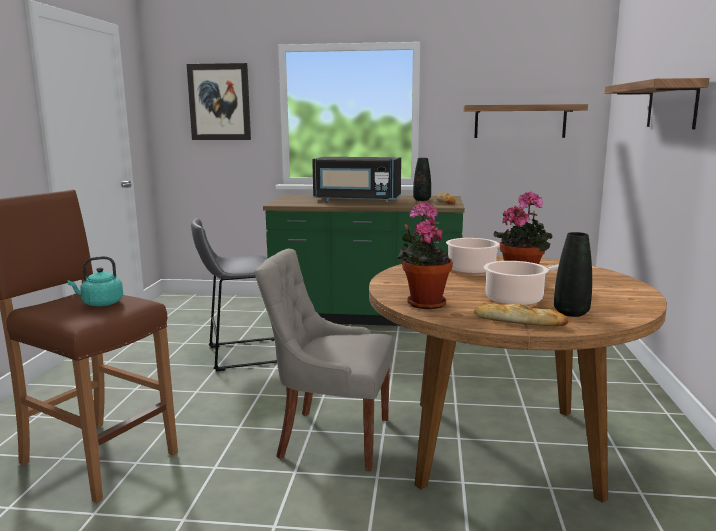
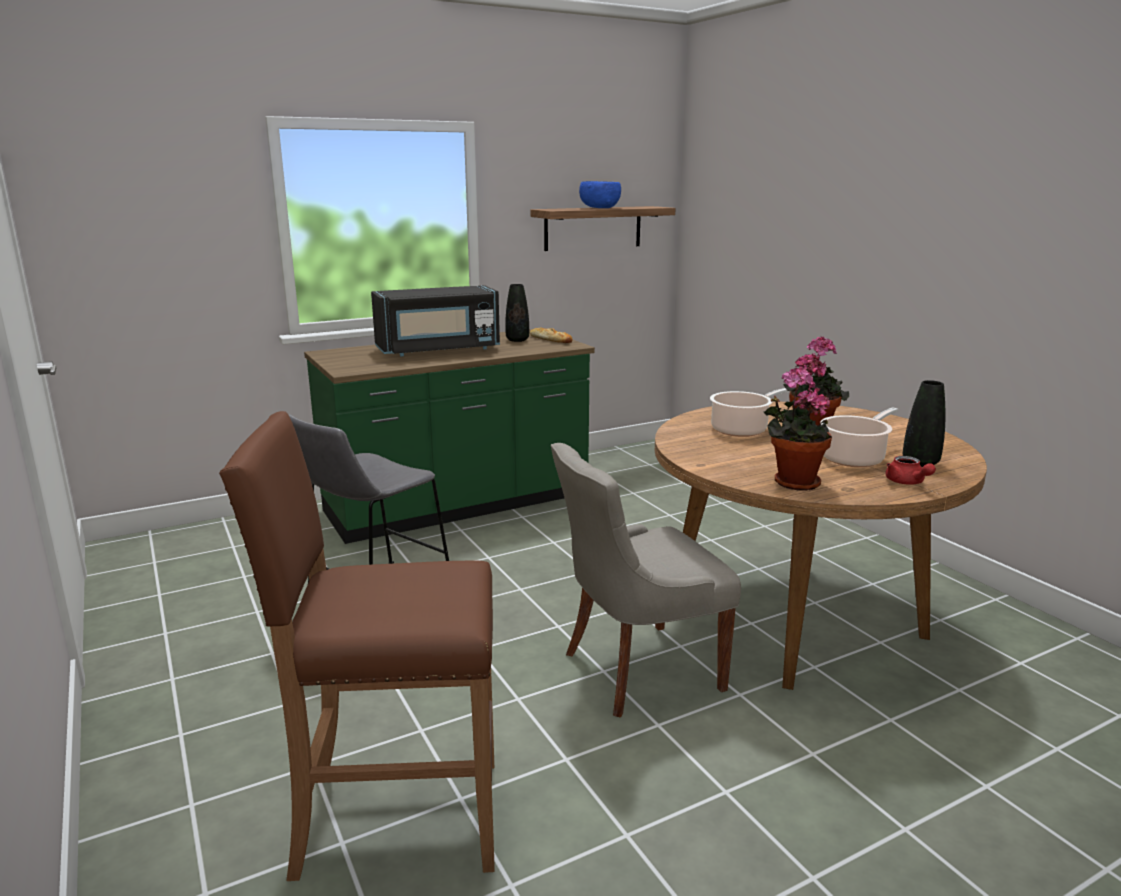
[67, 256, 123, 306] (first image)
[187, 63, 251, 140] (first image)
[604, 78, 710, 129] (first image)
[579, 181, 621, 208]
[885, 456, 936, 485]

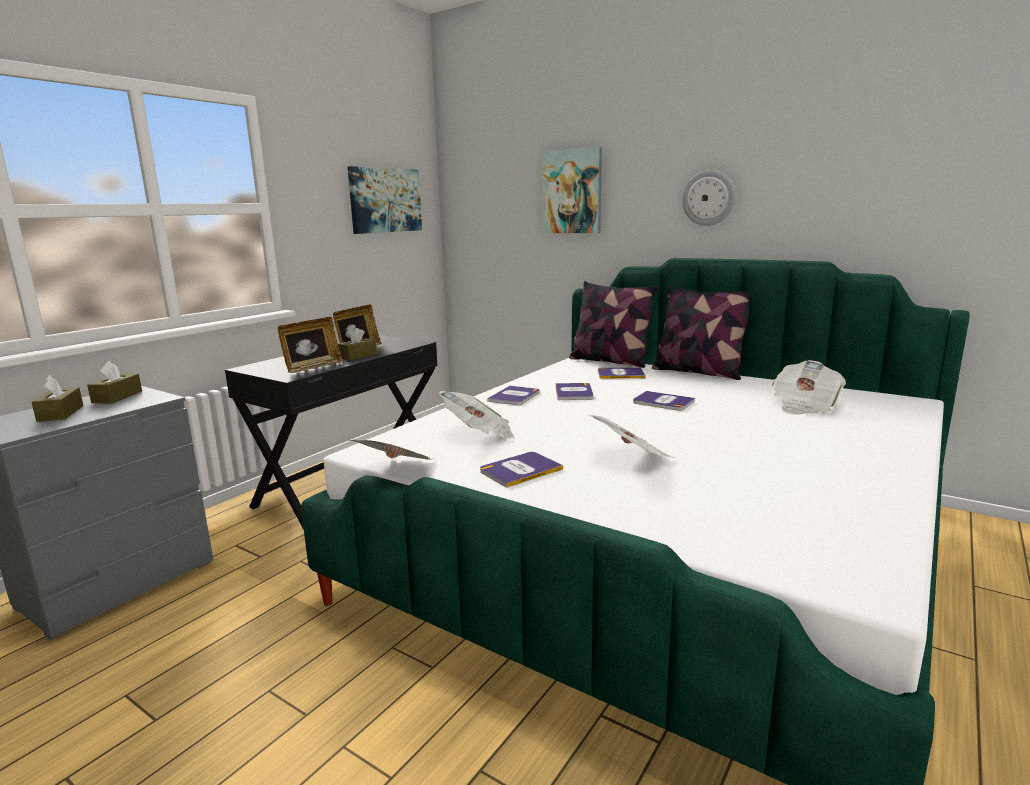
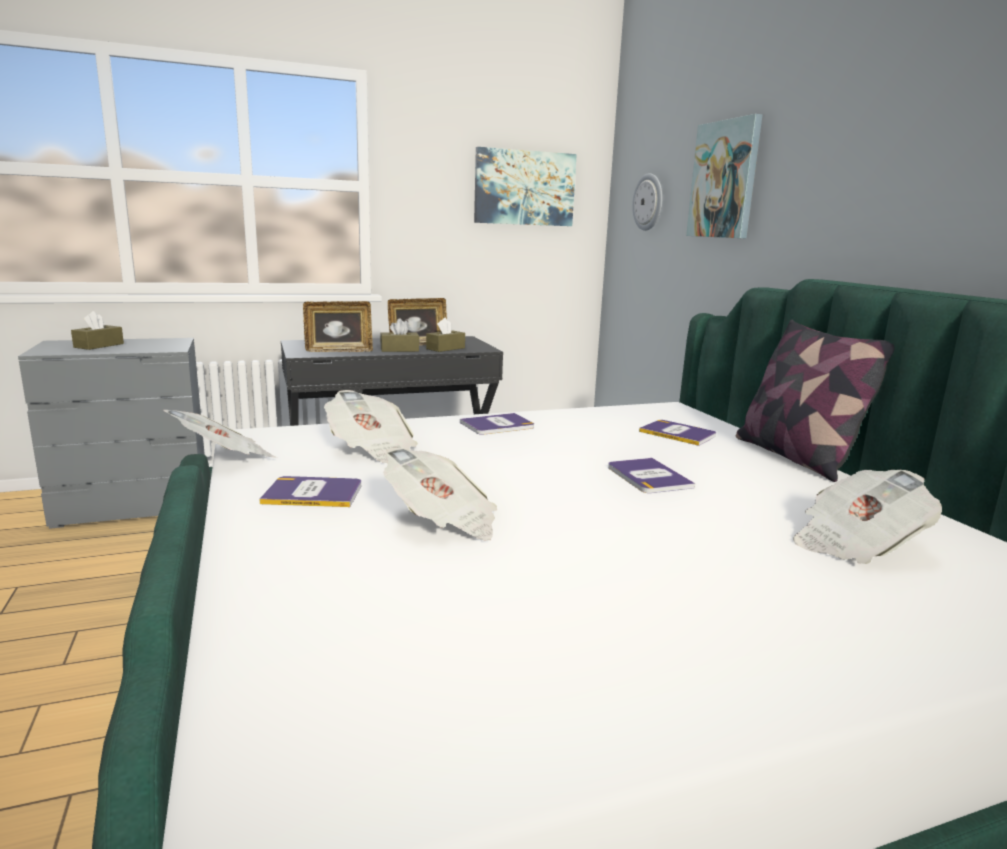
[555, 383, 594, 400] (first image)
[569, 281, 659, 368] (first image)
[426, 318, 465, 352]
[632, 173, 662, 231]

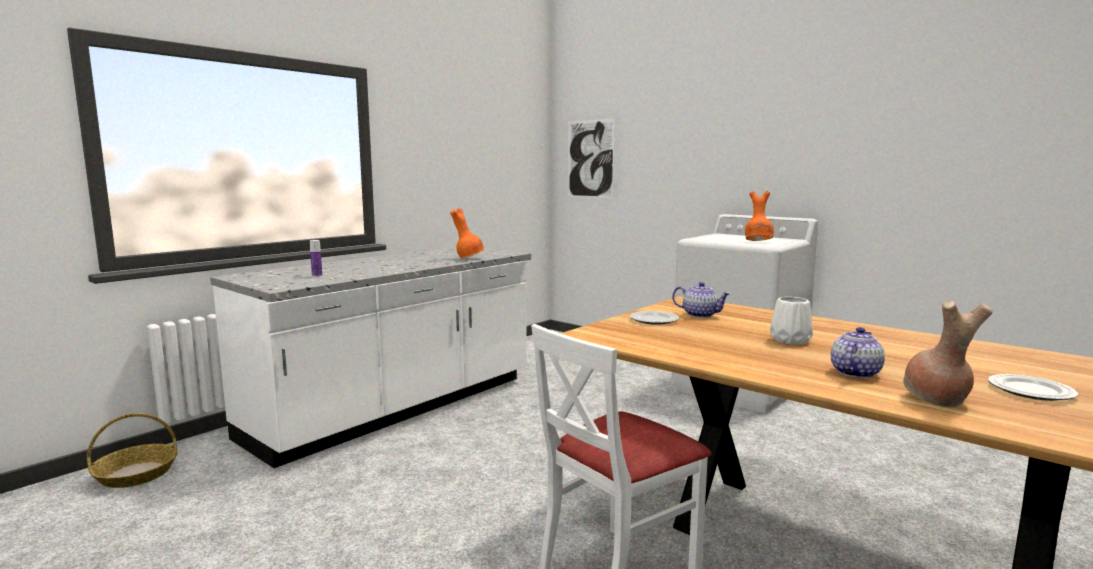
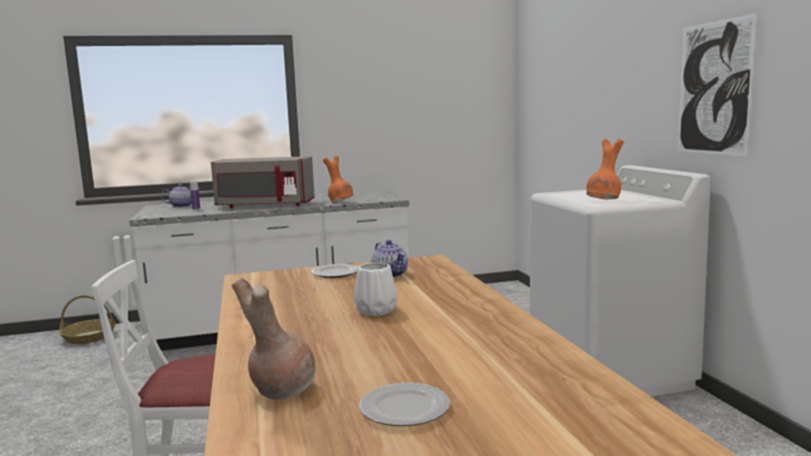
[211, 156, 315, 208]
[678, 13, 757, 156]
[161, 184, 200, 207]

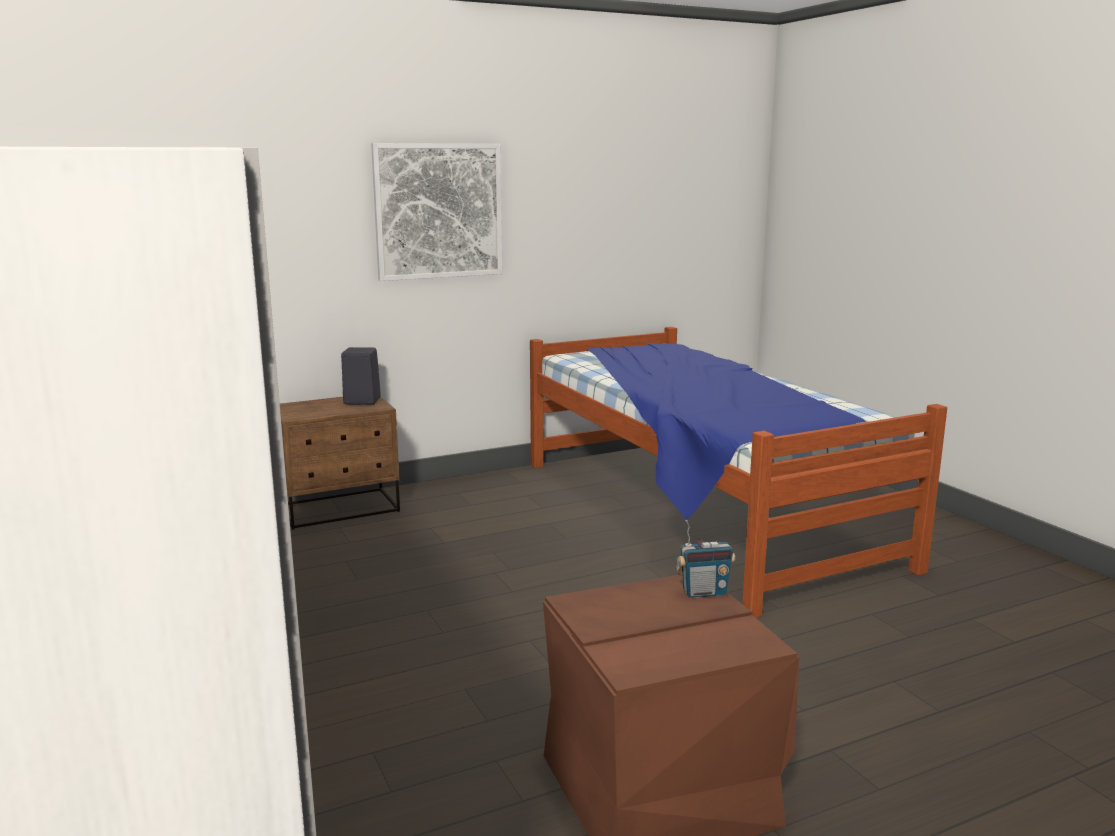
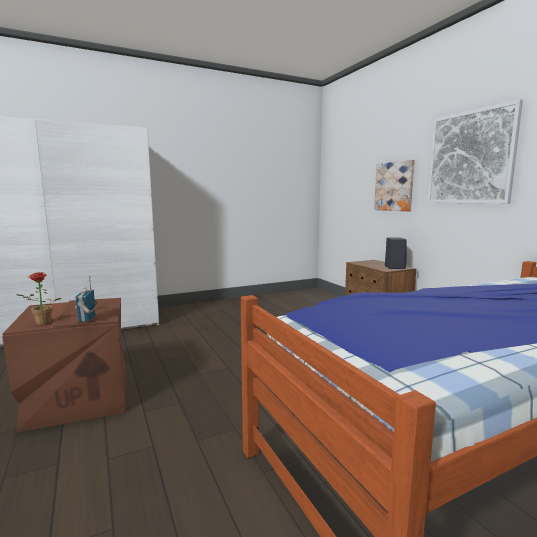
[16, 272, 62, 325]
[374, 160, 415, 211]

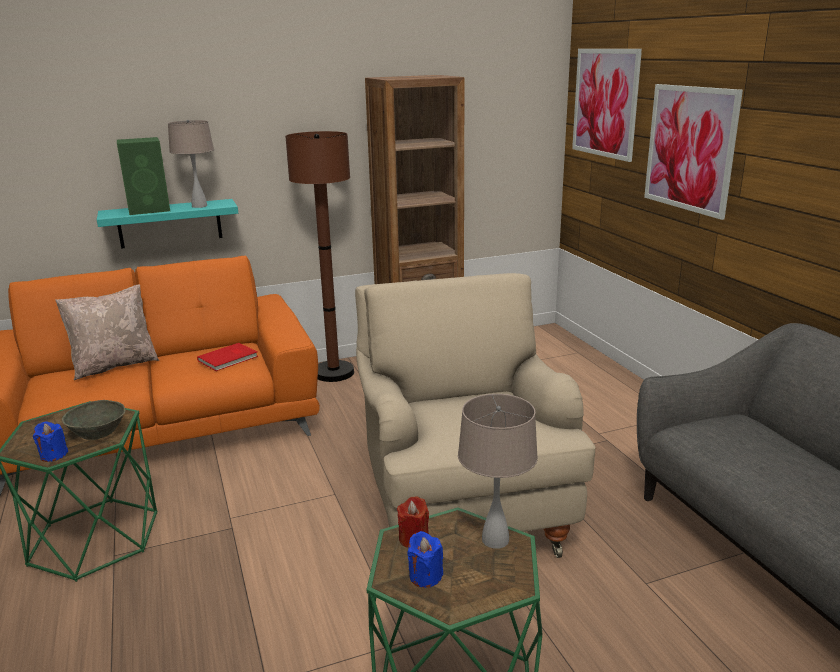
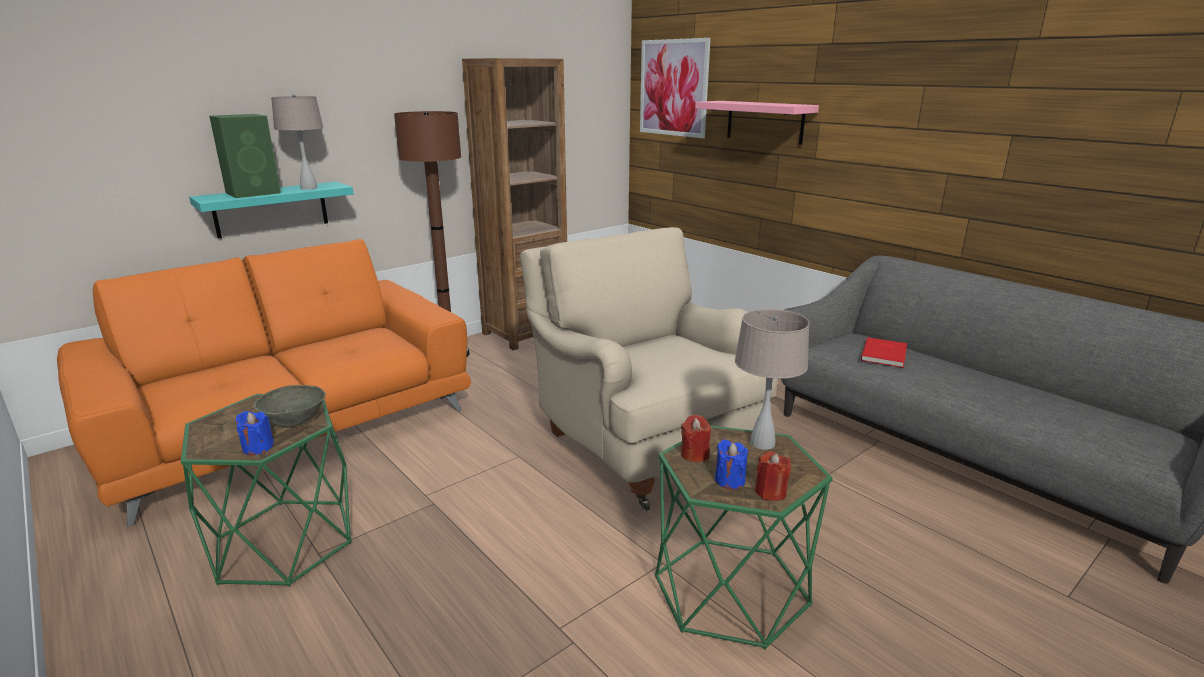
[55, 285, 159, 380] (first image)
[755, 451, 791, 501]
[861, 337, 907, 368]
[696, 101, 819, 145]

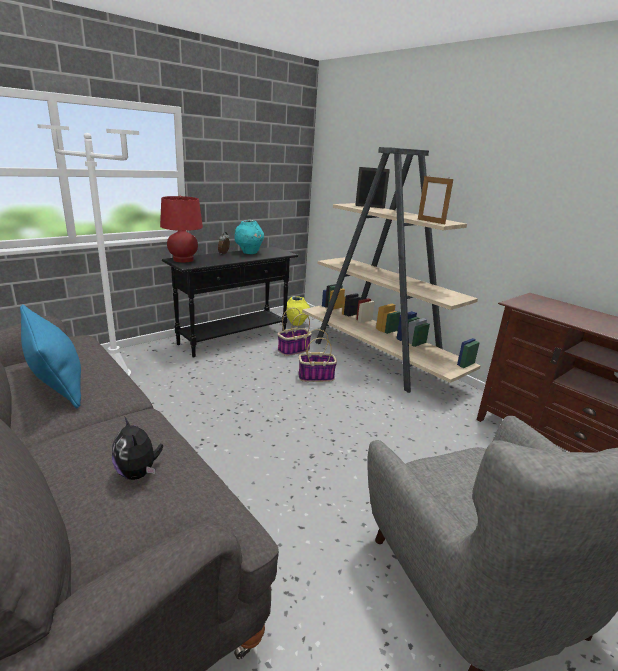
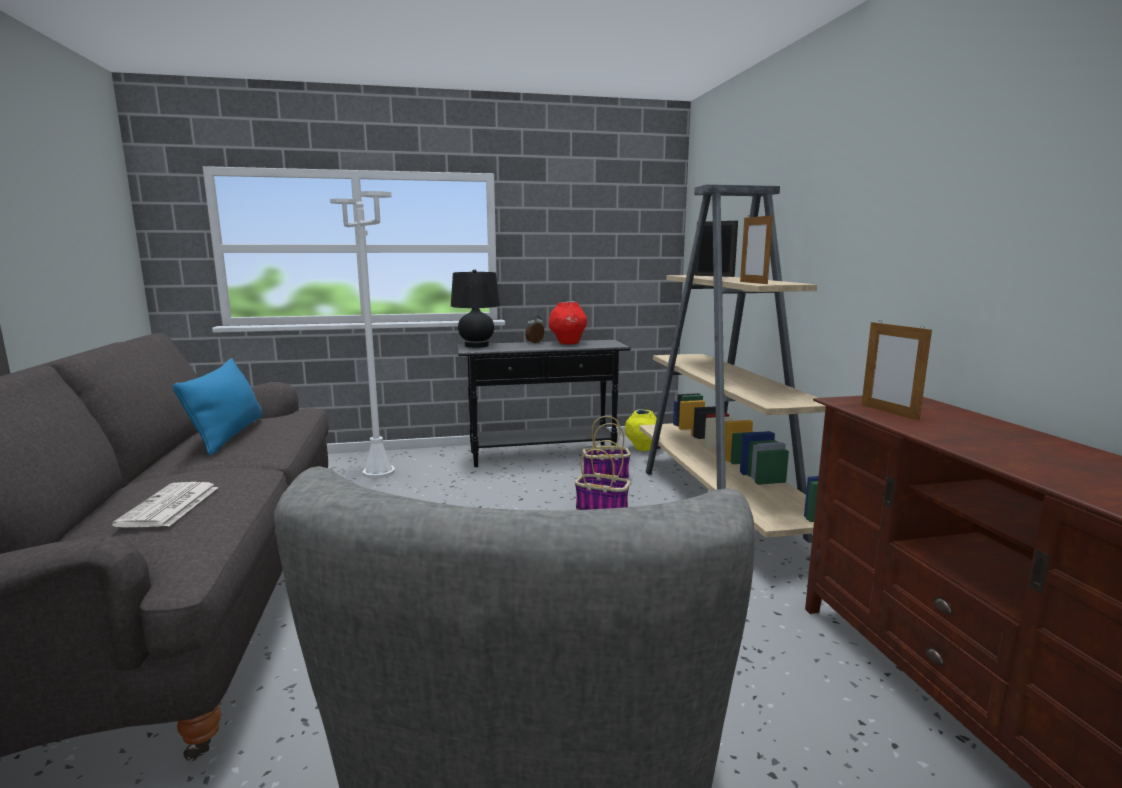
[862, 320, 932, 421]
[112, 482, 218, 527]
[451, 269, 500, 348]
[549, 301, 588, 344]

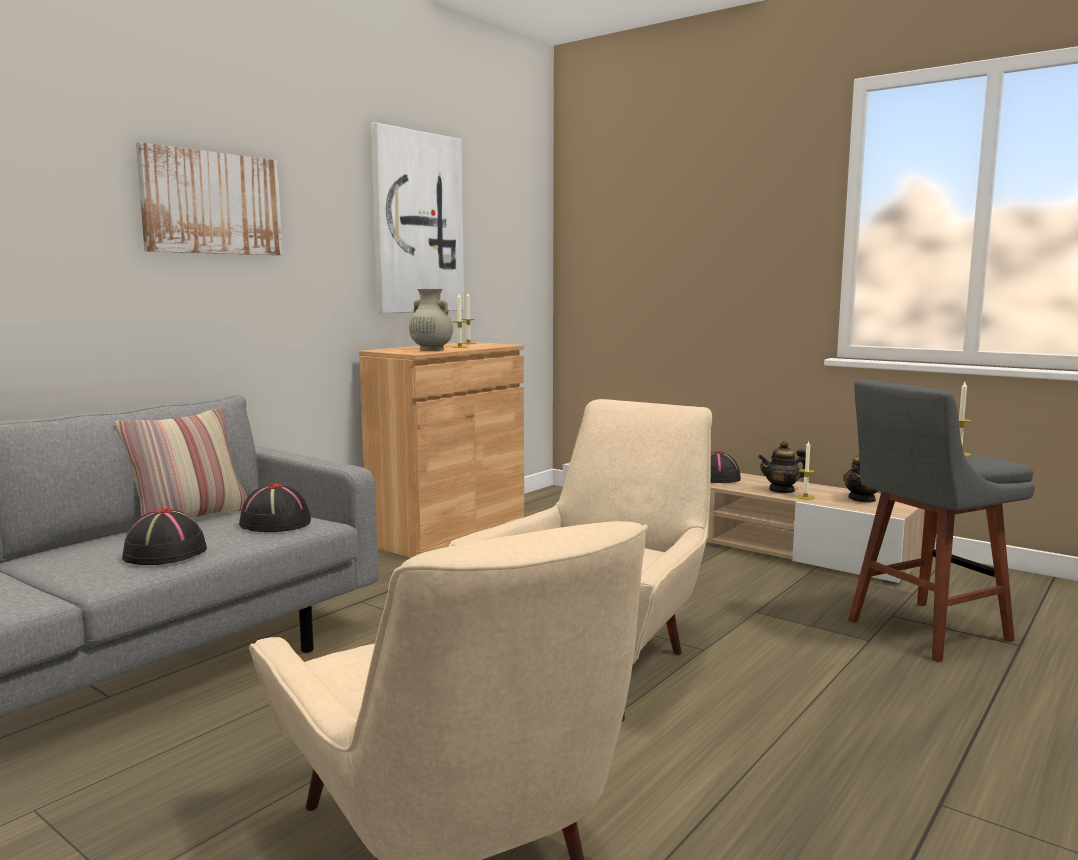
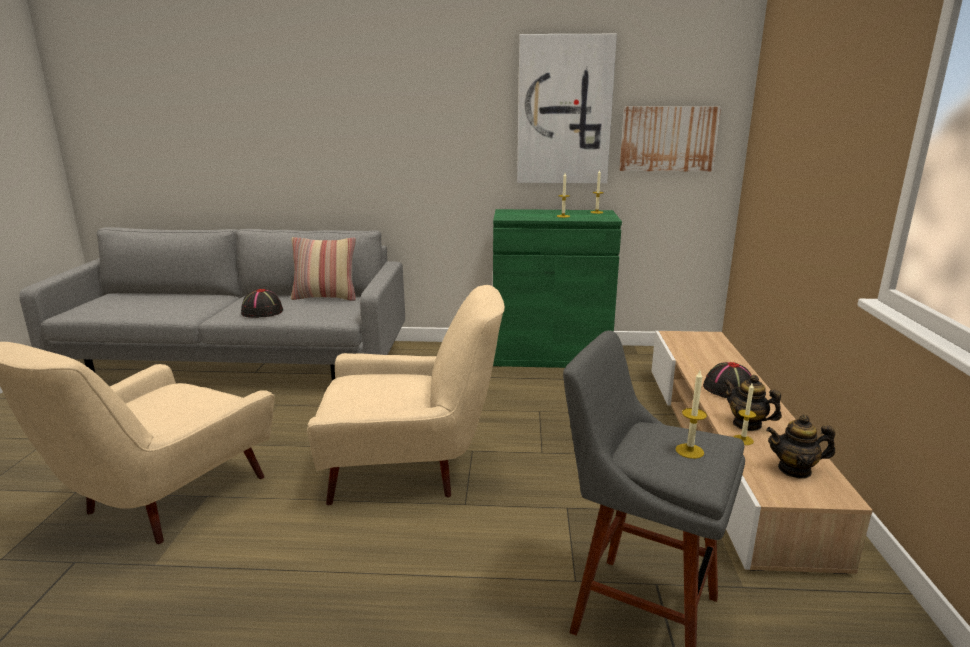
[239, 484, 311, 532] (first image)
[409, 289, 453, 351] (first image)
[620, 107, 721, 172]
[493, 209, 622, 368]

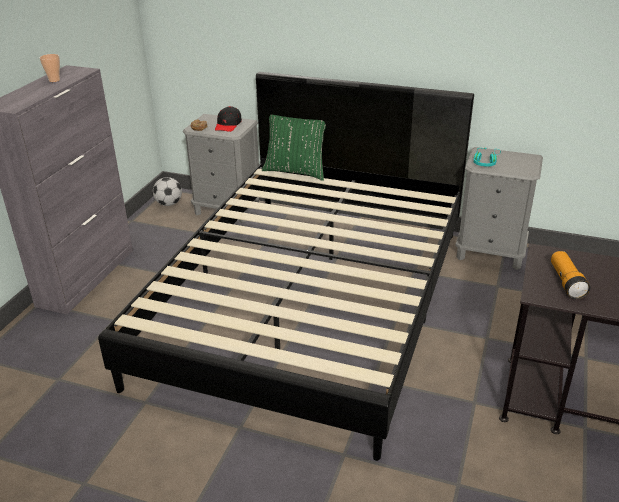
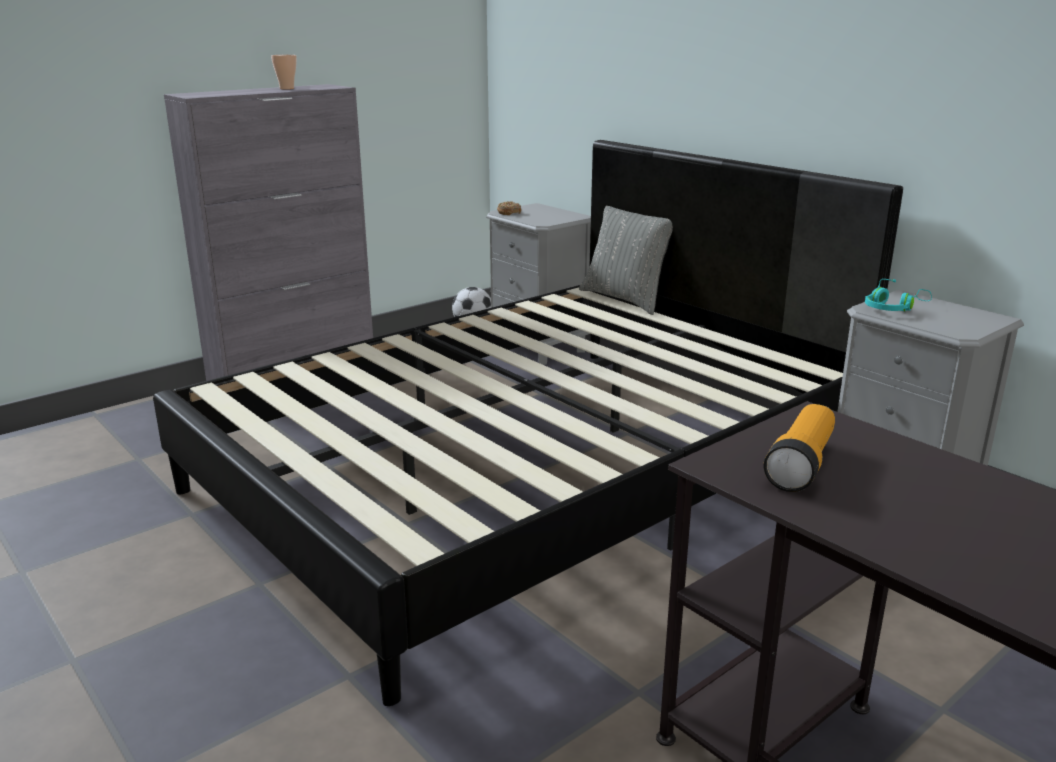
[215, 106, 242, 132] (first image)
[579, 206, 673, 315]

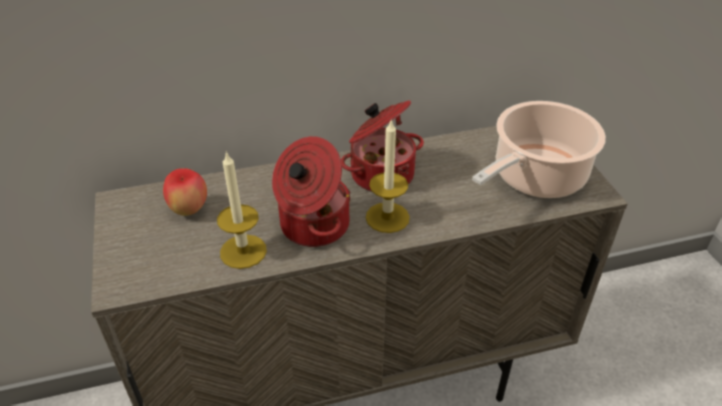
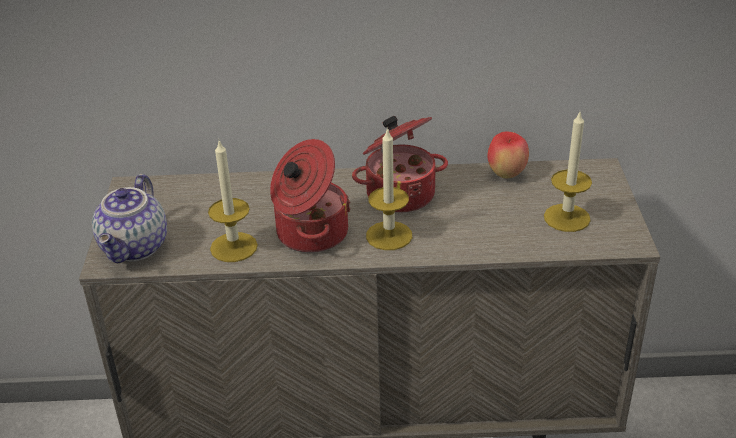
[92, 174, 167, 263]
[487, 132, 529, 178]
[544, 112, 592, 232]

